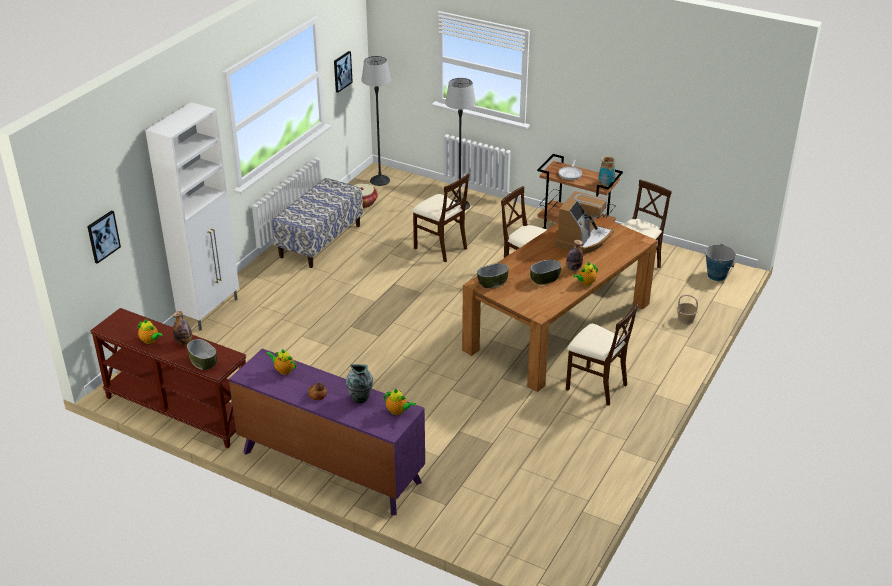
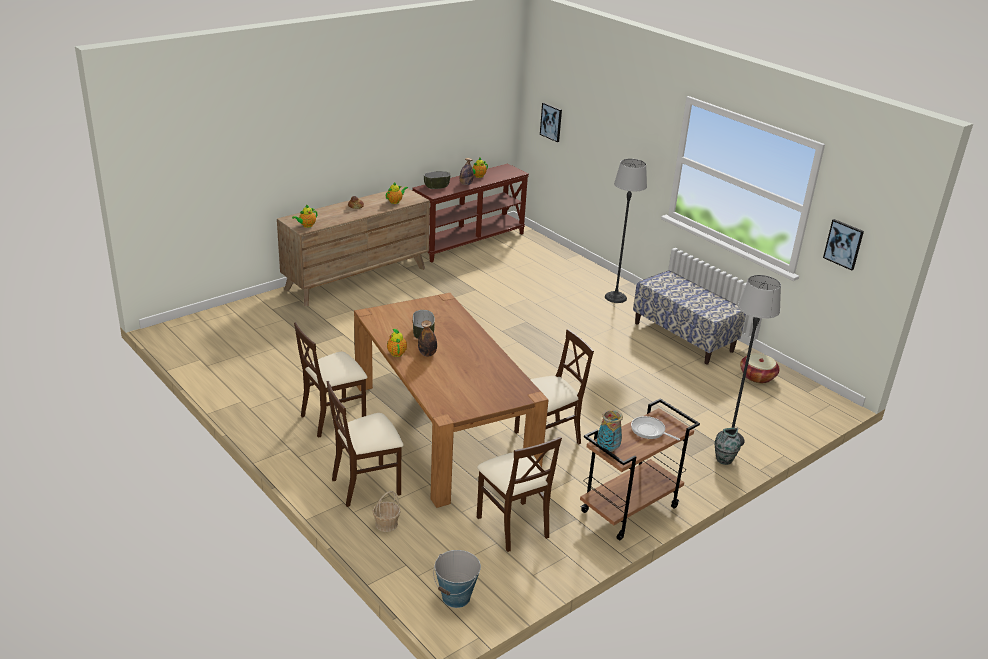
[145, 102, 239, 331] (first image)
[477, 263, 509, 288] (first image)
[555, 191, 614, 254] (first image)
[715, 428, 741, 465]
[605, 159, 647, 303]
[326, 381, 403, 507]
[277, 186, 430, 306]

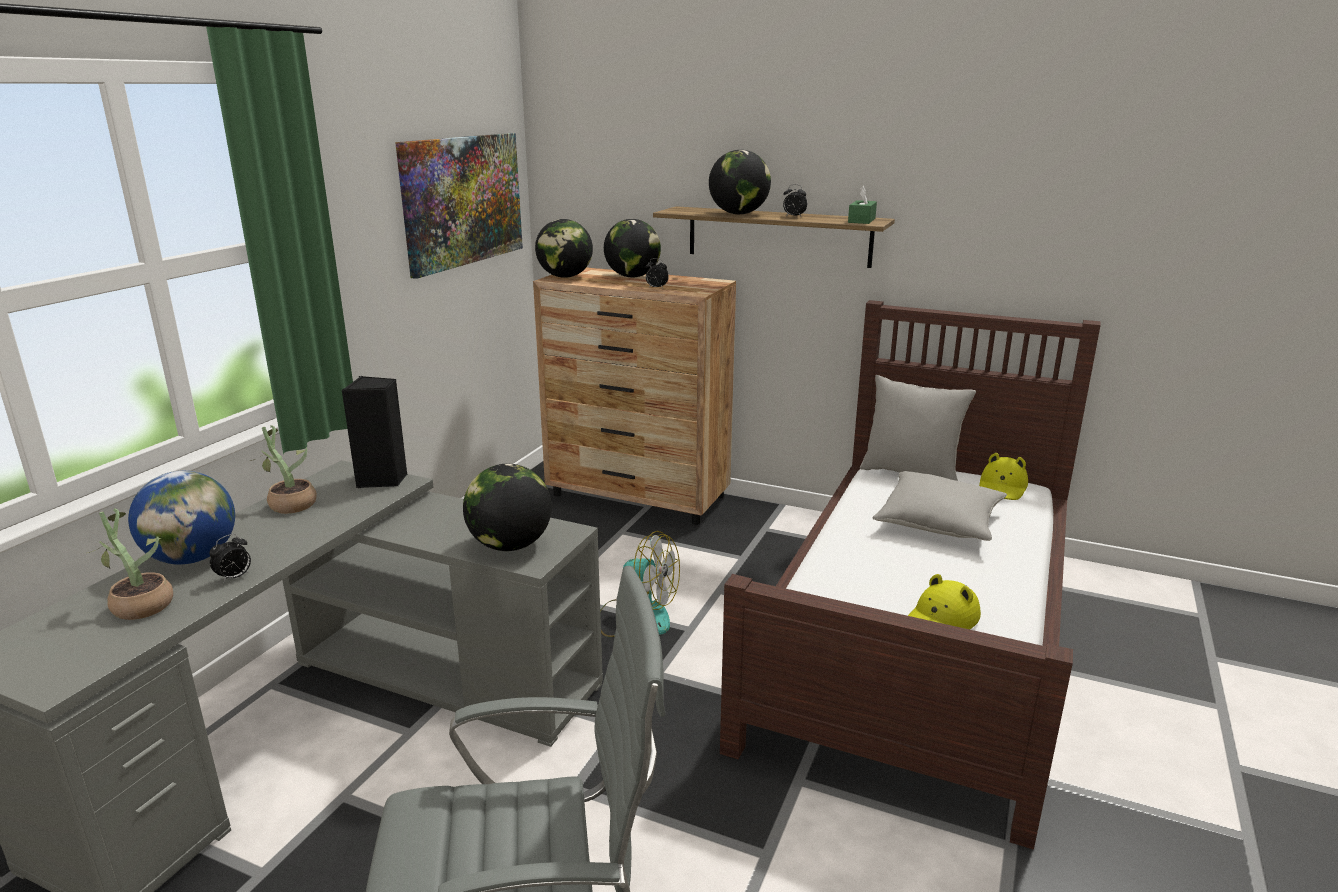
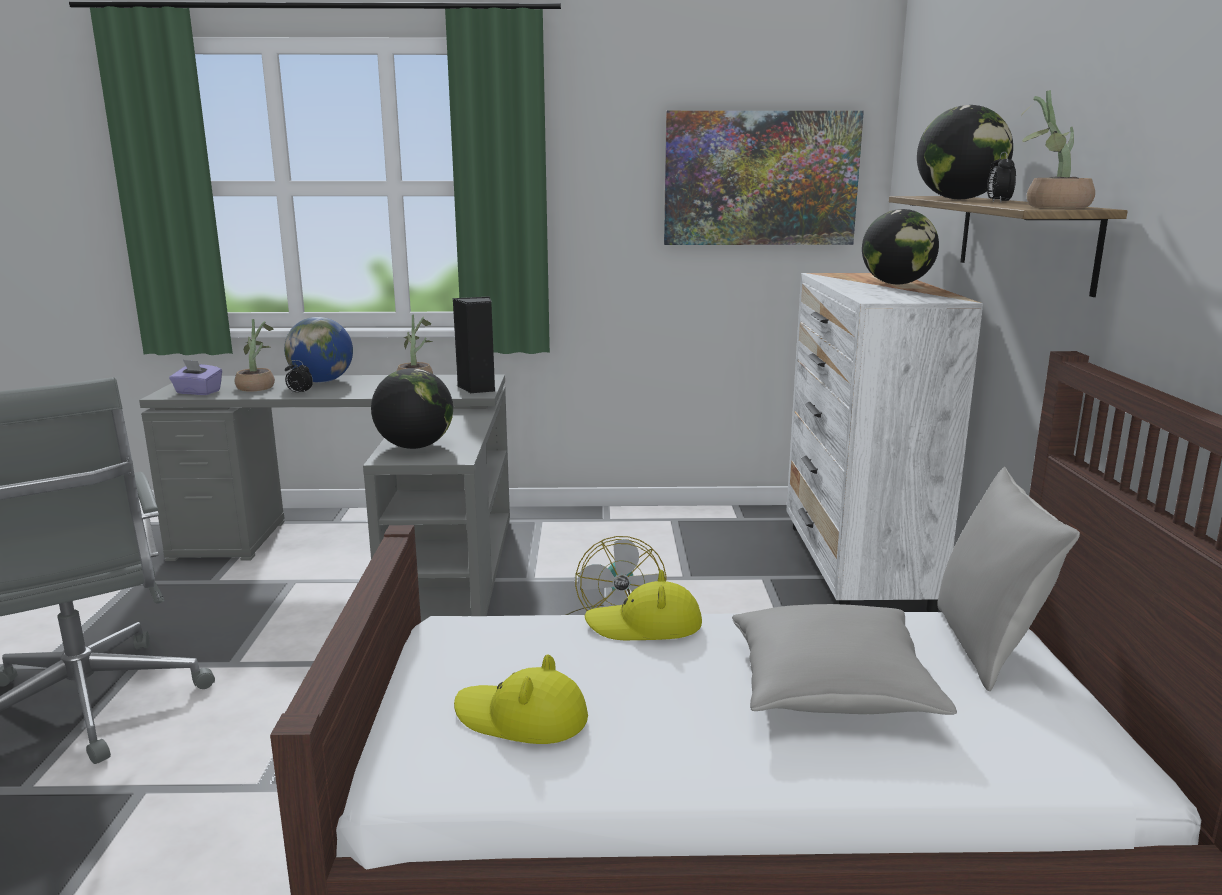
[535, 219, 593, 278] (first image)
[645, 258, 669, 288] (first image)
[169, 360, 222, 395]
[585, 570, 702, 640]
[1021, 90, 1095, 208]
[786, 273, 983, 612]

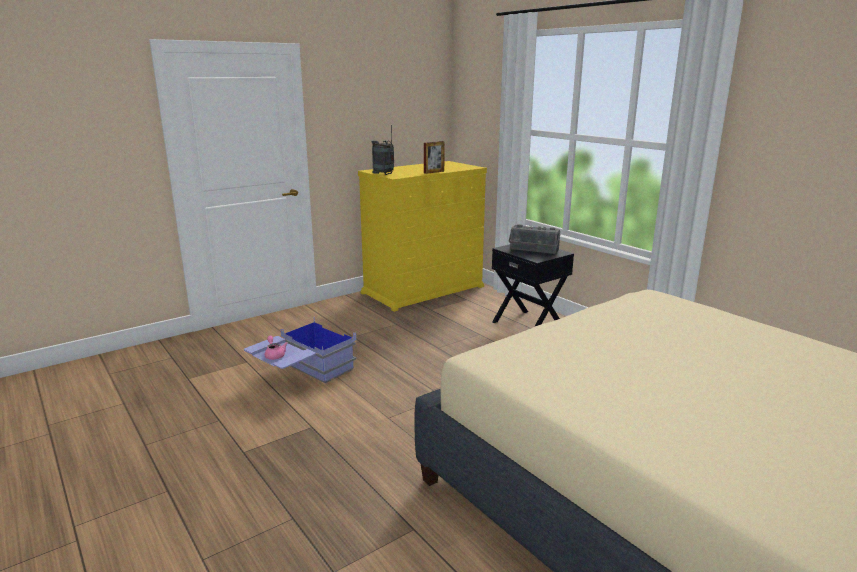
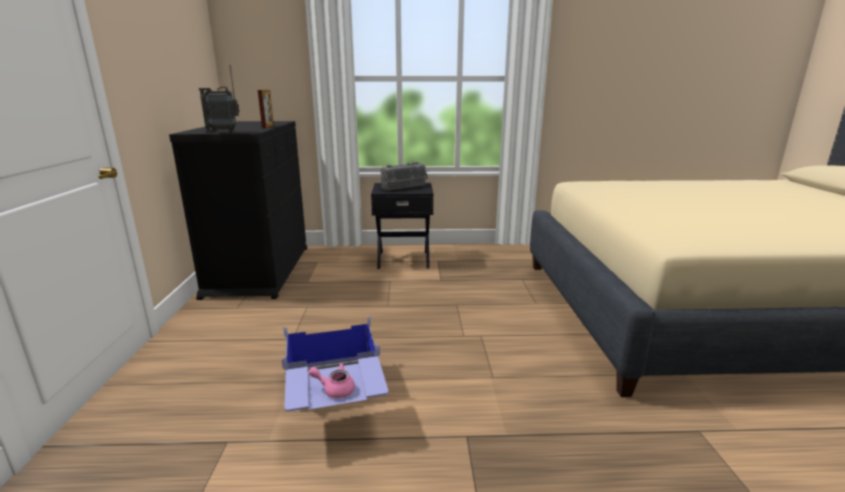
[169, 121, 307, 300]

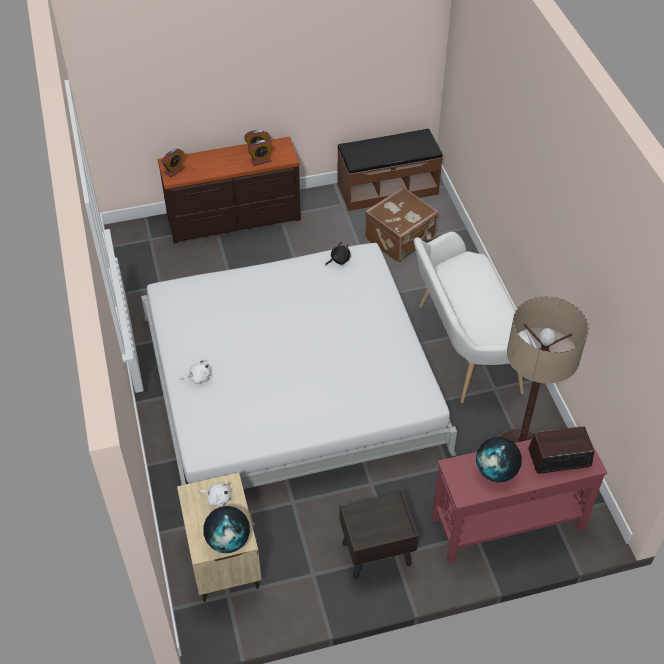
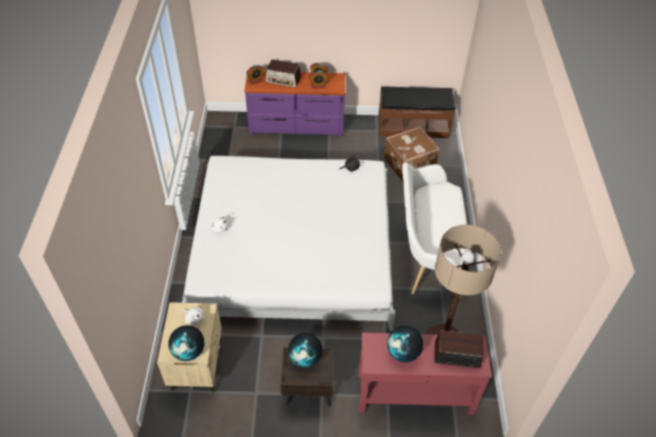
[266, 59, 301, 88]
[288, 333, 322, 368]
[245, 71, 345, 136]

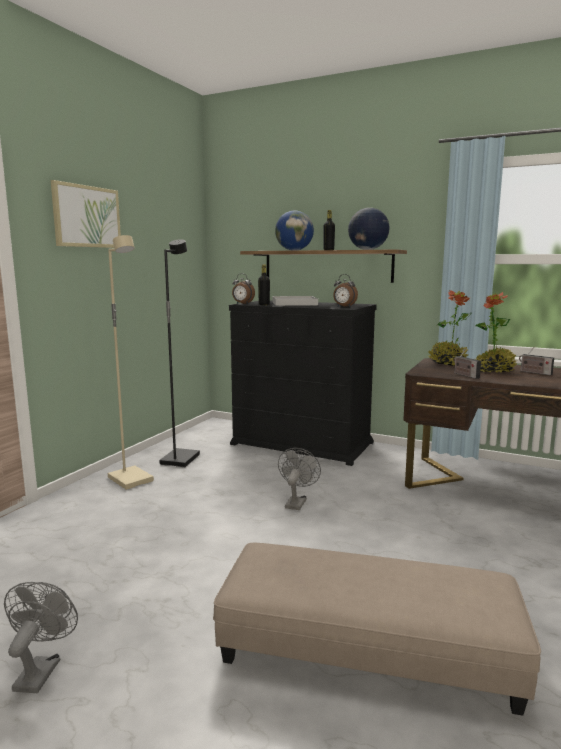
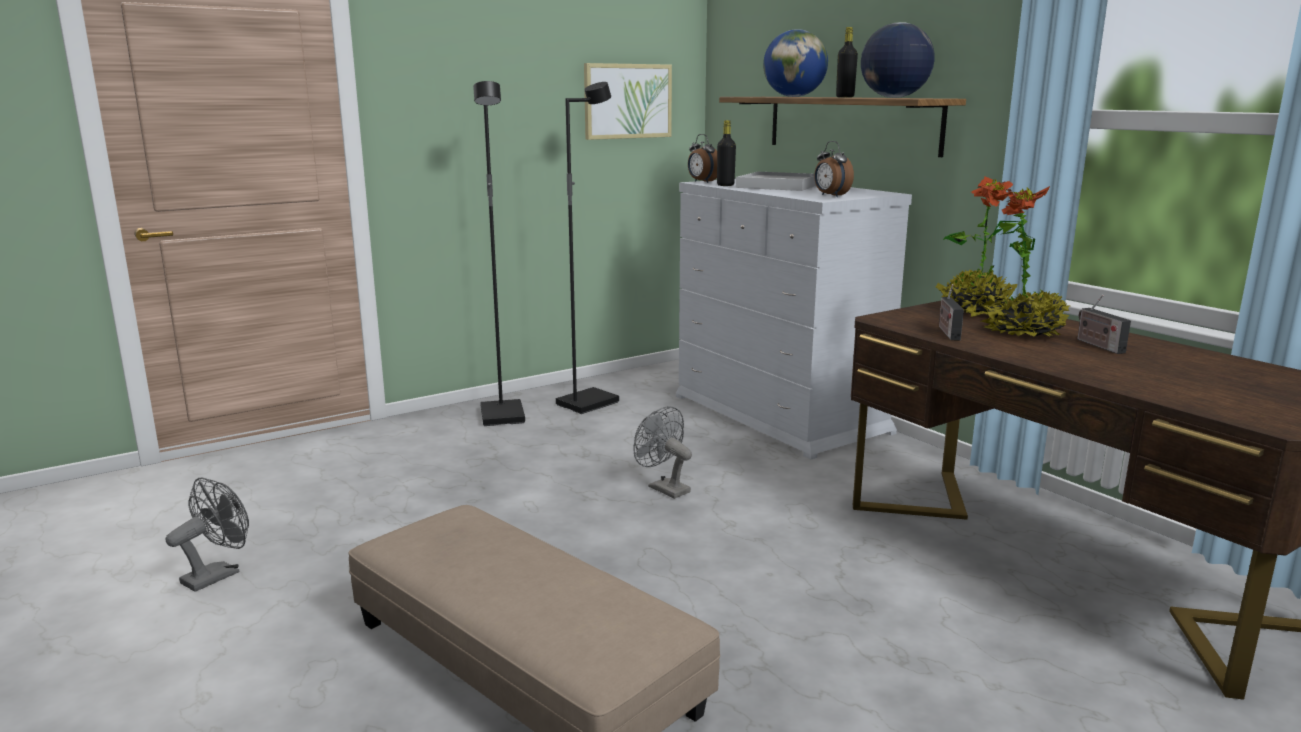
[584, 63, 672, 140]
[473, 81, 525, 426]
[676, 179, 912, 460]
[634, 406, 692, 499]

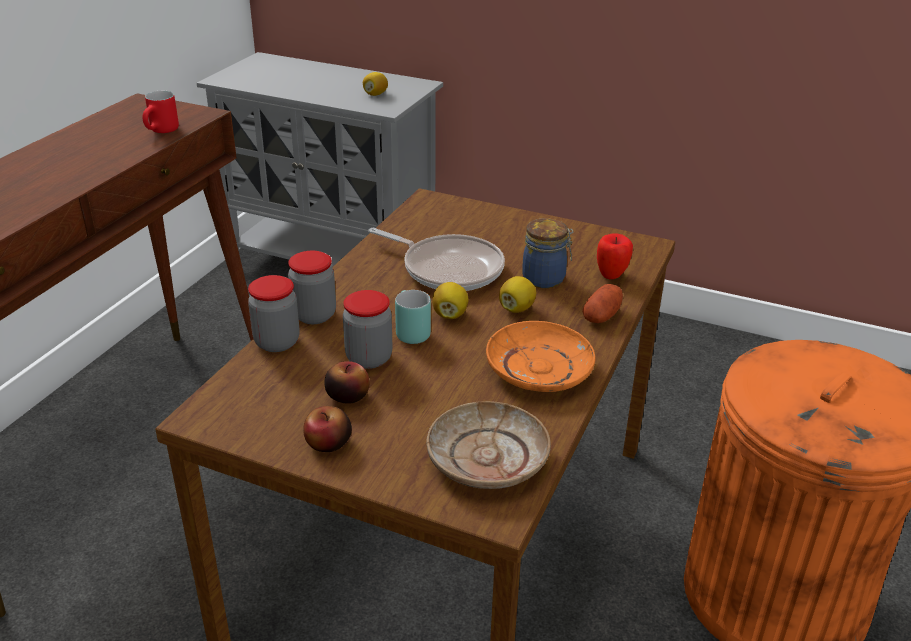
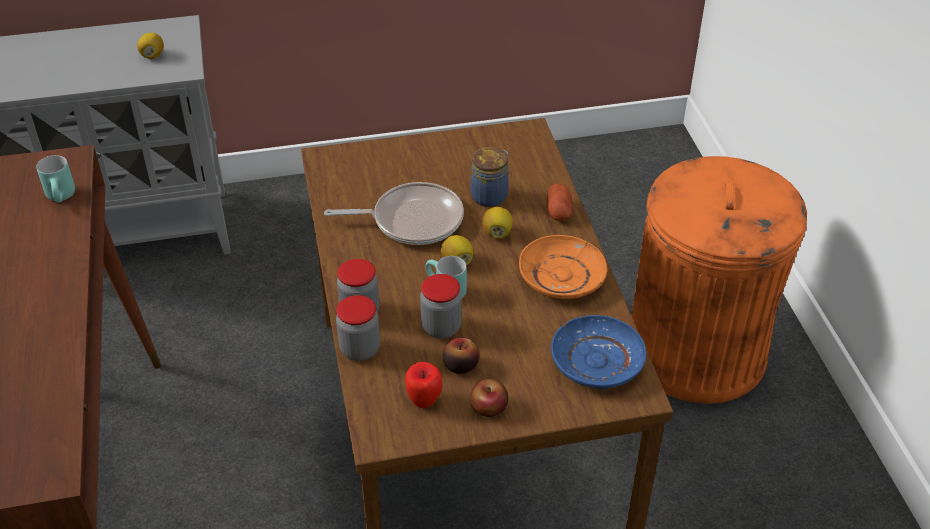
[405, 362, 442, 408]
[36, 155, 75, 203]
[551, 315, 646, 389]

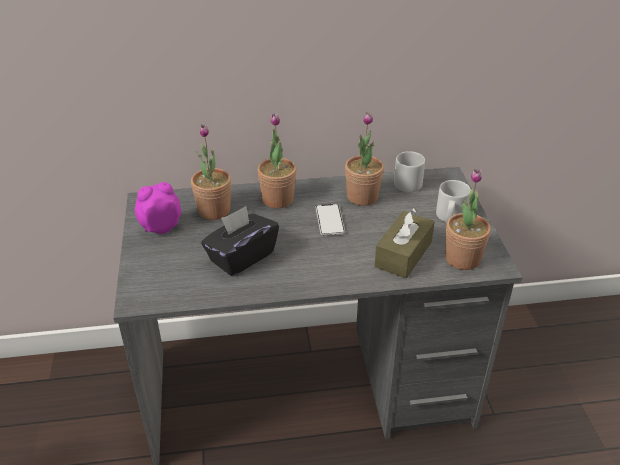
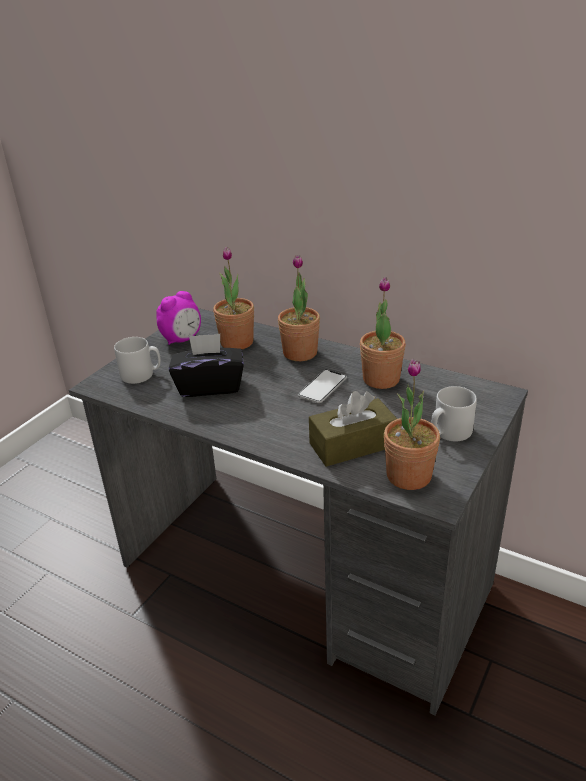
[114, 337, 161, 384]
[156, 291, 201, 345]

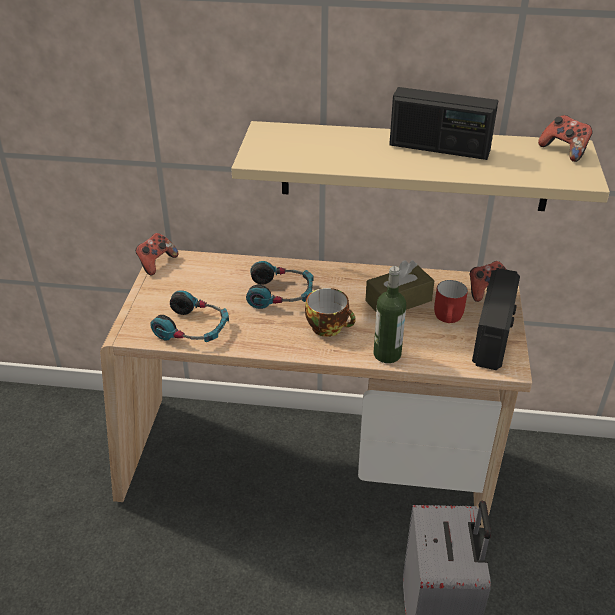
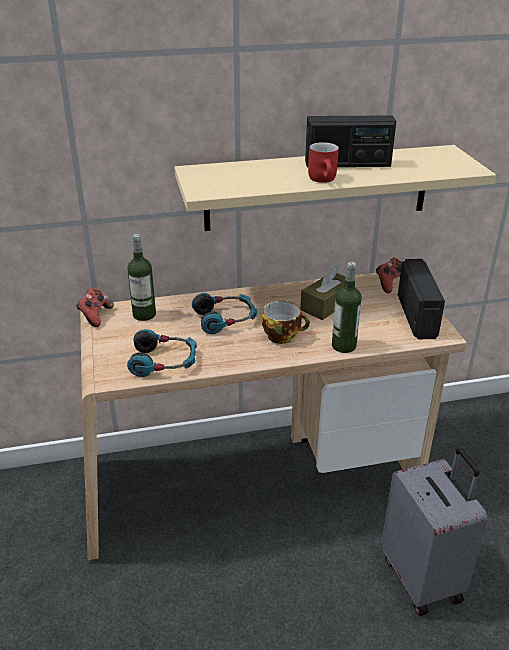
[538, 115, 592, 162] (first image)
[127, 234, 156, 321]
[308, 142, 339, 183]

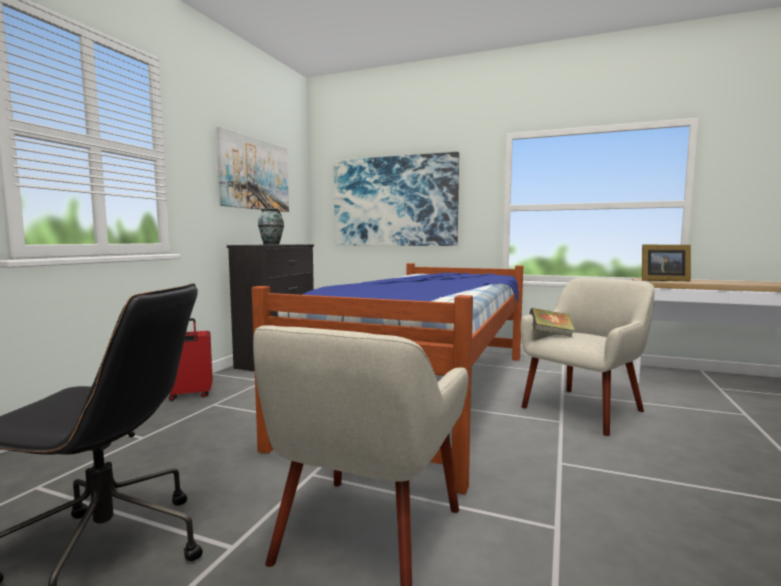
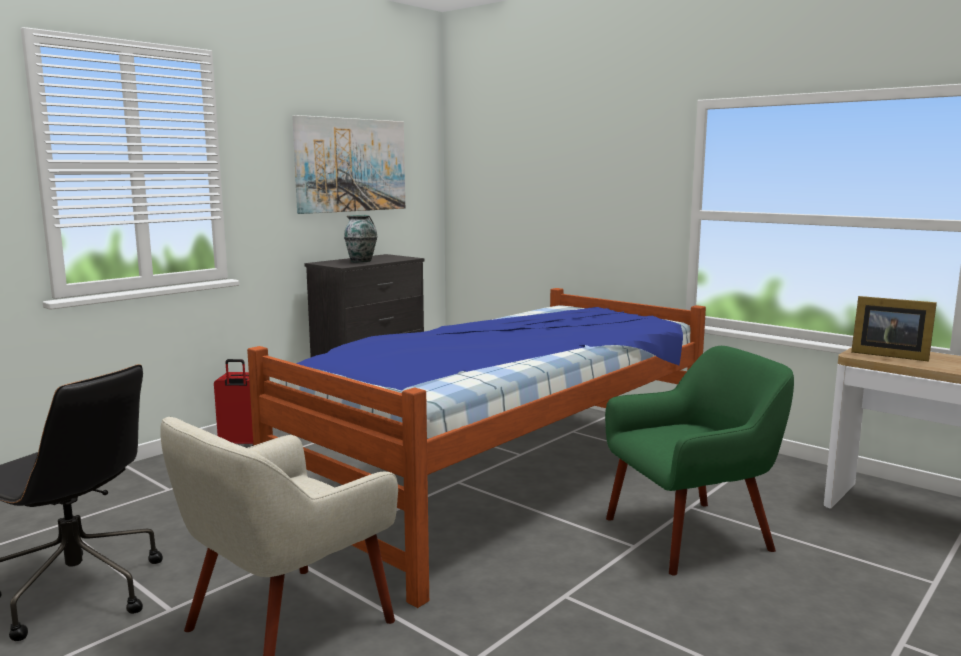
[334, 152, 459, 246] (first image)
[530, 308, 575, 337] (first image)
[605, 346, 794, 575]

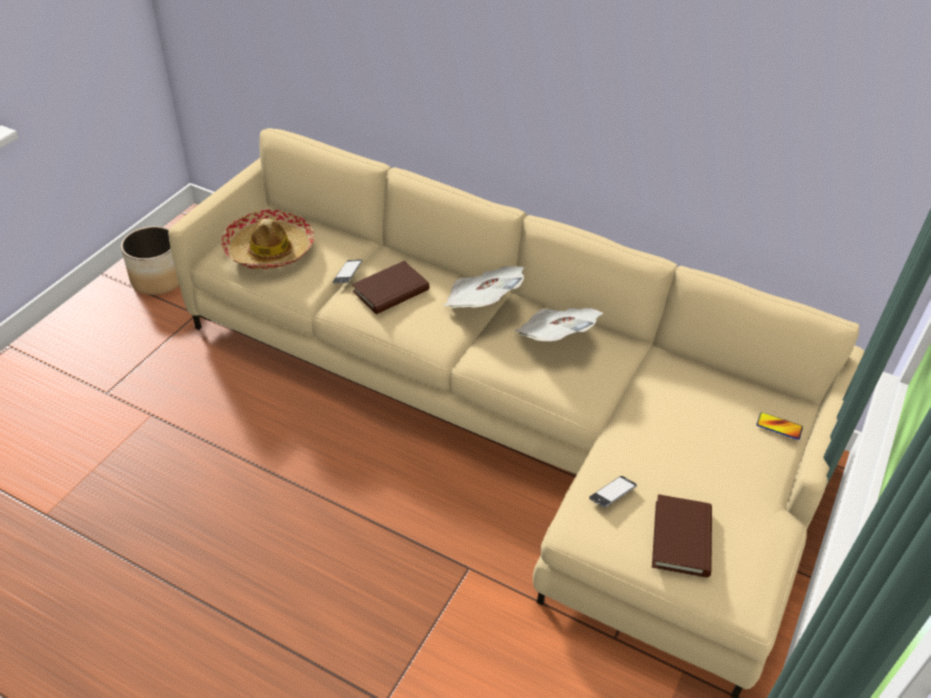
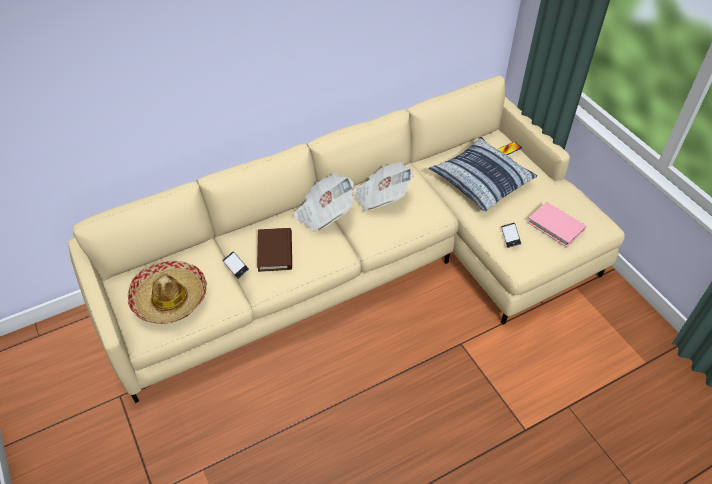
[121, 226, 179, 295] (first image)
[429, 137, 537, 212]
[527, 202, 586, 247]

